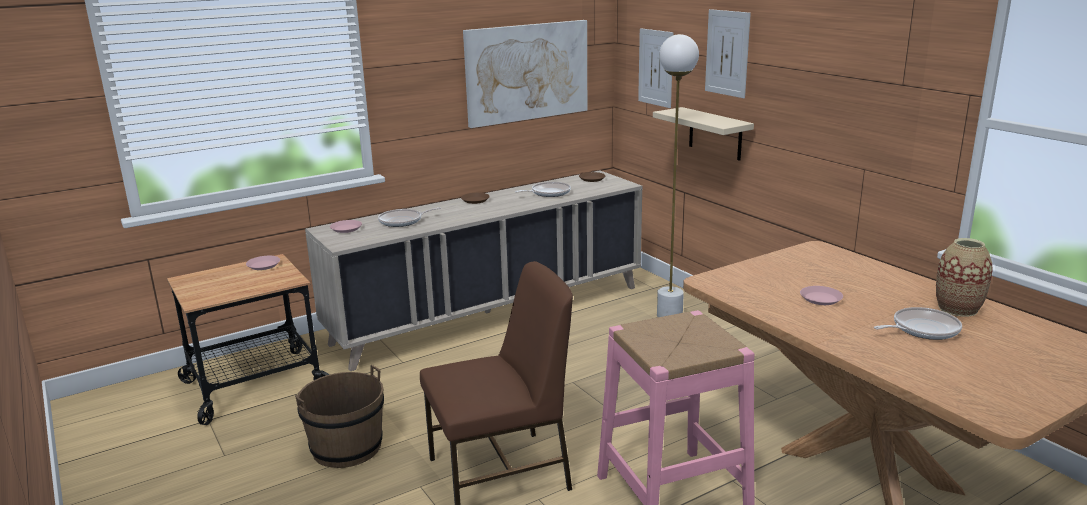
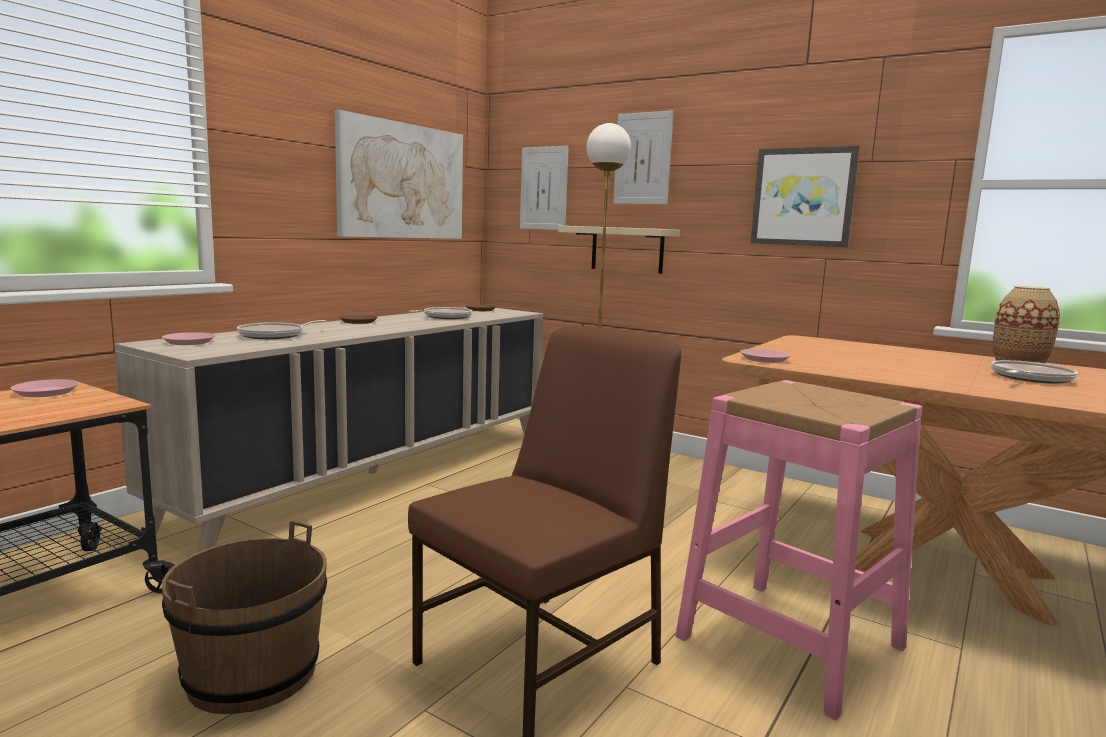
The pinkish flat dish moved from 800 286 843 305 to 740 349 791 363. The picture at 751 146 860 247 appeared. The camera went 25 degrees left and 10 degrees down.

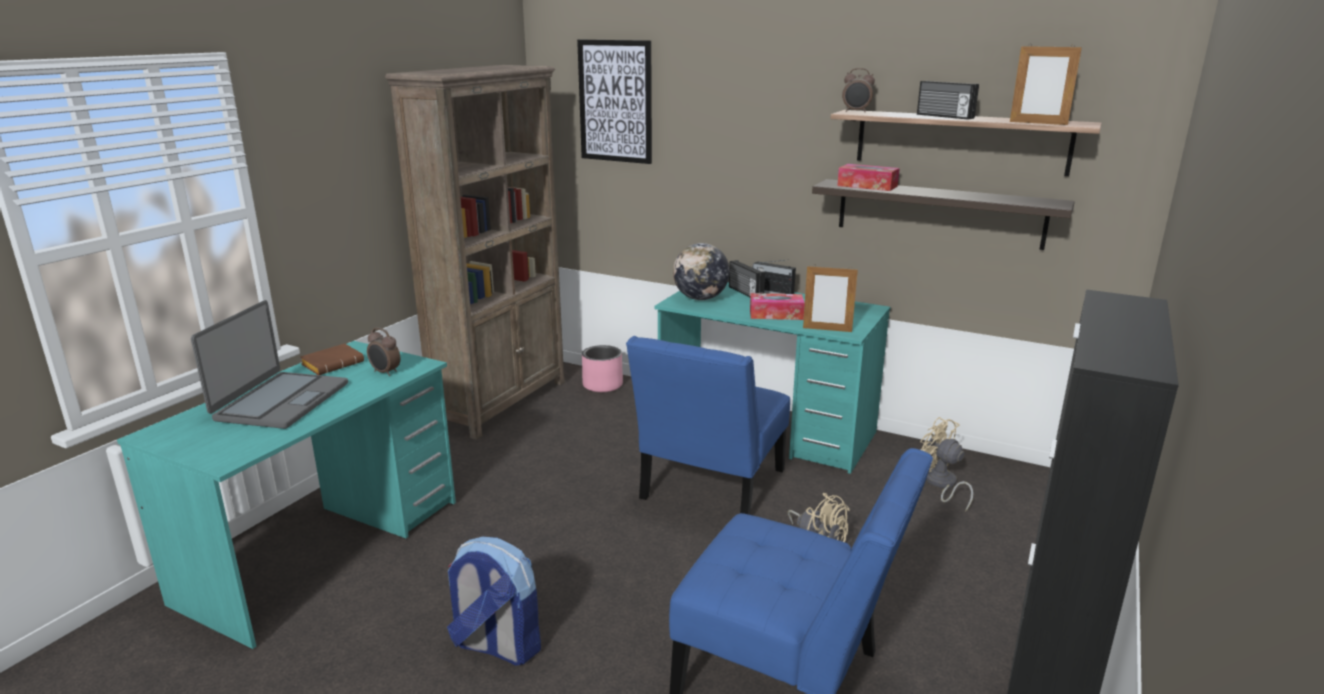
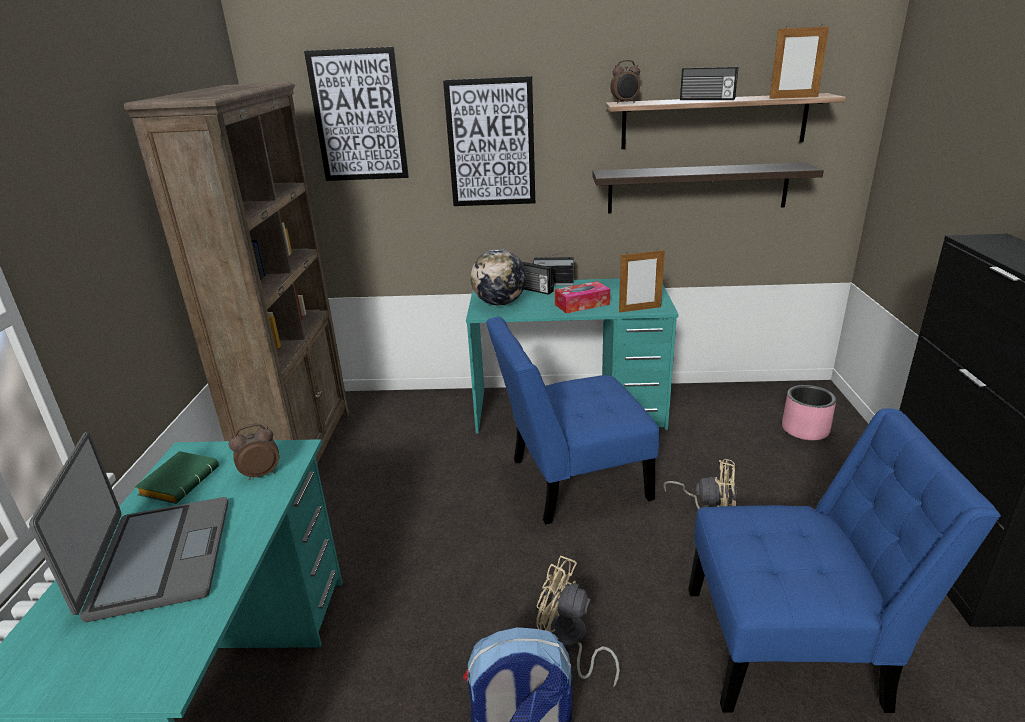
The brown-coloured book at 300 344 364 375 became the greenish book at 135 451 219 504. The table clock at 367 328 400 376 turned 150 degrees clockwise. The picture at 443 76 535 206 appeared. The blue chair at 626 336 790 515 turned 75 degrees clockwise. The beige fan moved from 920 417 973 512 to 536 556 620 687. The pinkish plant pot moved from 582 345 623 392 to 782 385 836 441. The tissue holder at 837 164 900 191 disappeared. The camera went 25 degrees left and 5 degrees up.

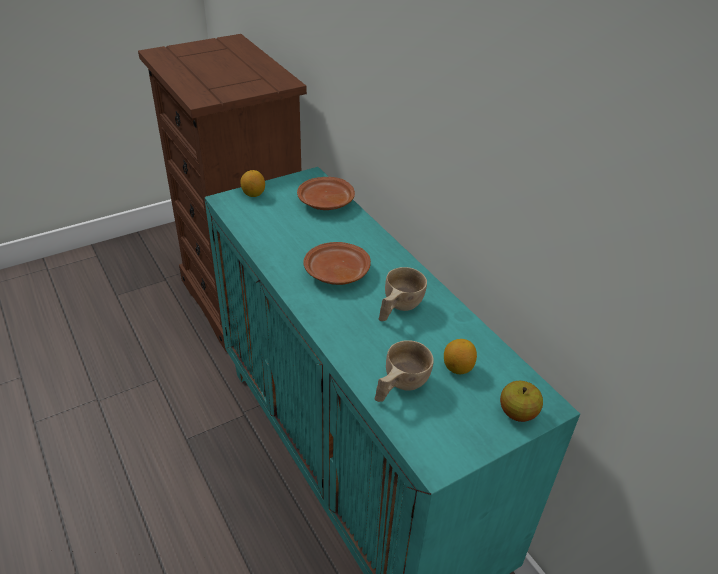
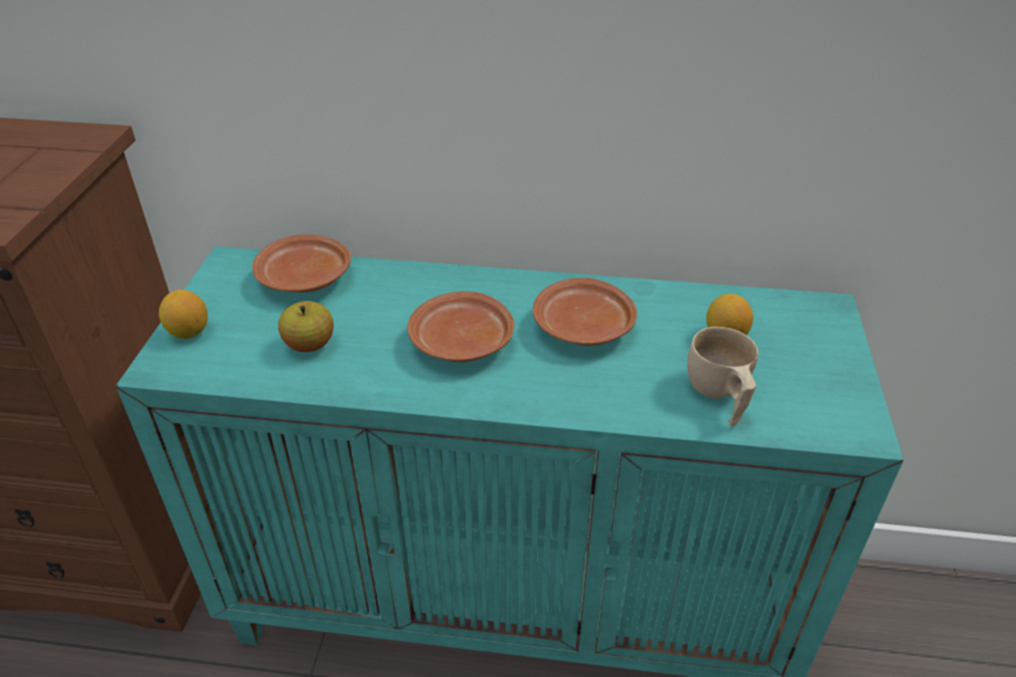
The apple moved from 500 381 543 422 to 278 301 334 352. The beige drinking cup at 379 267 427 321 was replaced by the brown-coloured flat dish at 533 278 637 346. The camera went 50 degrees left and 0 degrees up.

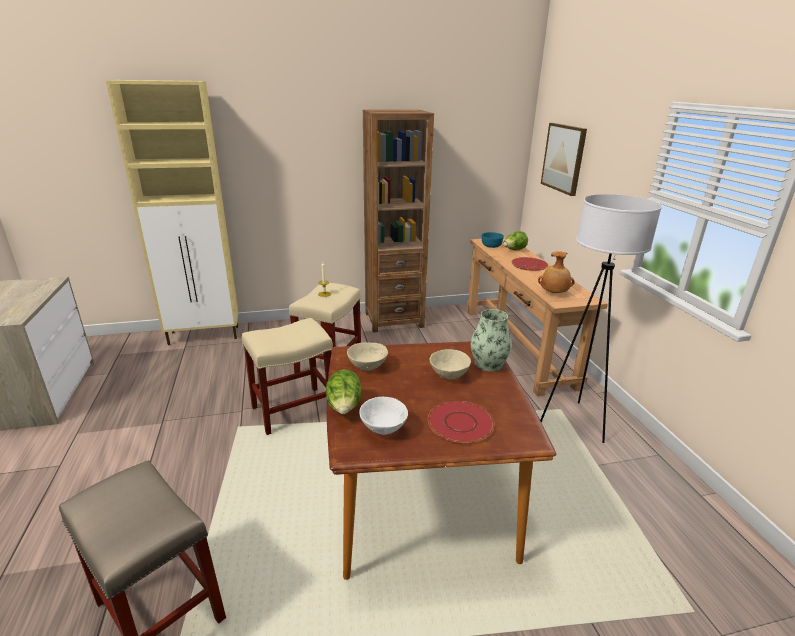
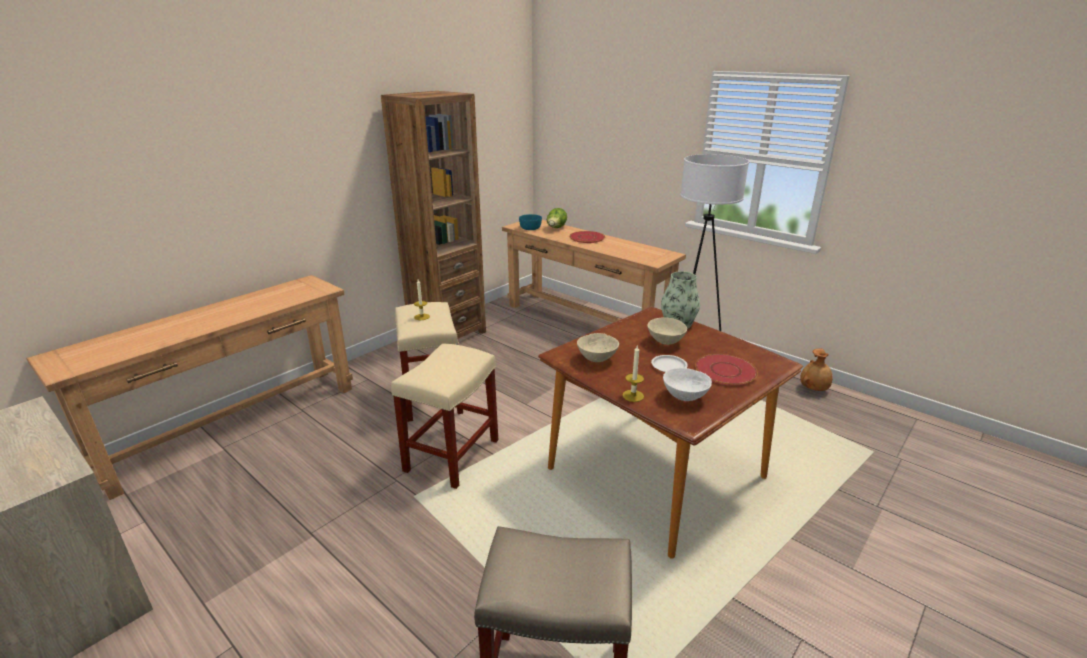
The beige cupboard at 106 80 238 345 was replaced by the brown-coloured hall table at 27 275 353 500. The head of lettuce at 326 369 362 414 was replaced by the wax candle at 622 345 644 402. The white flat dish at 651 355 688 372 appeared. The brown-coloured decorative vase moved from 538 251 575 293 to 800 349 832 391. The picture at 541 123 587 196 disappeared. The camera went 35 degrees left and 0 degrees up.

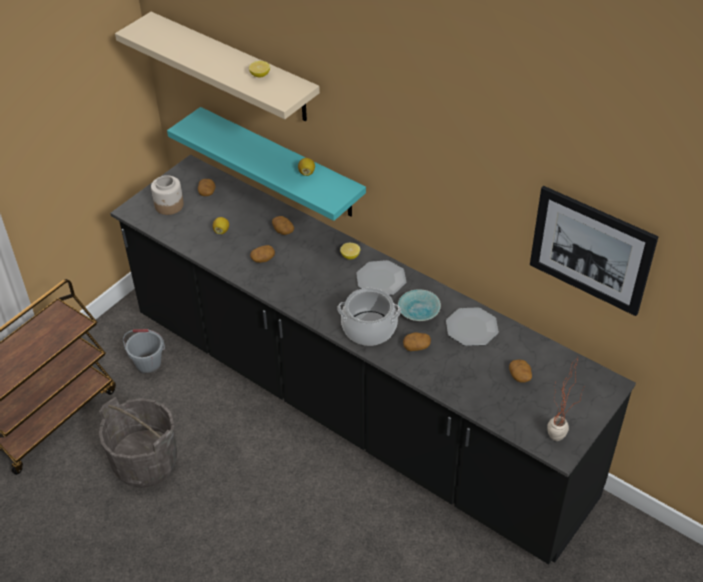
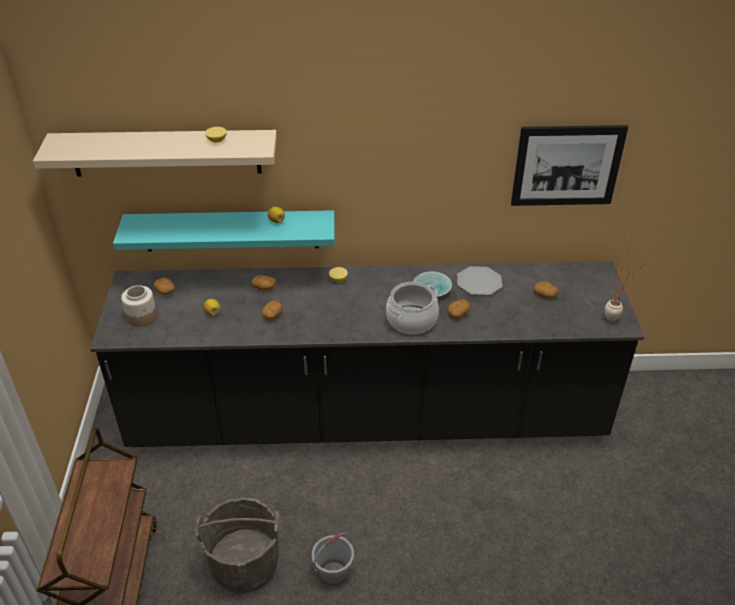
The greyish pail moved from 123 329 165 374 to 312 532 354 586. The flat dish at 356 260 406 295 disappeared. The camera went 40 degrees left and 5 degrees down.

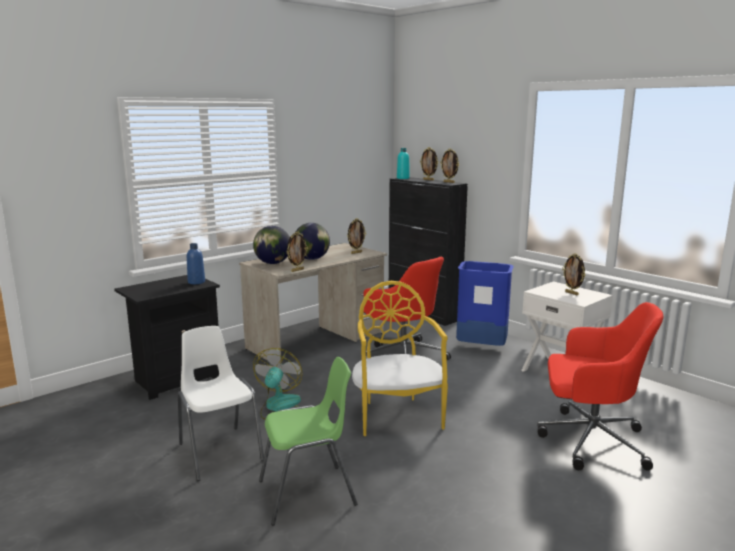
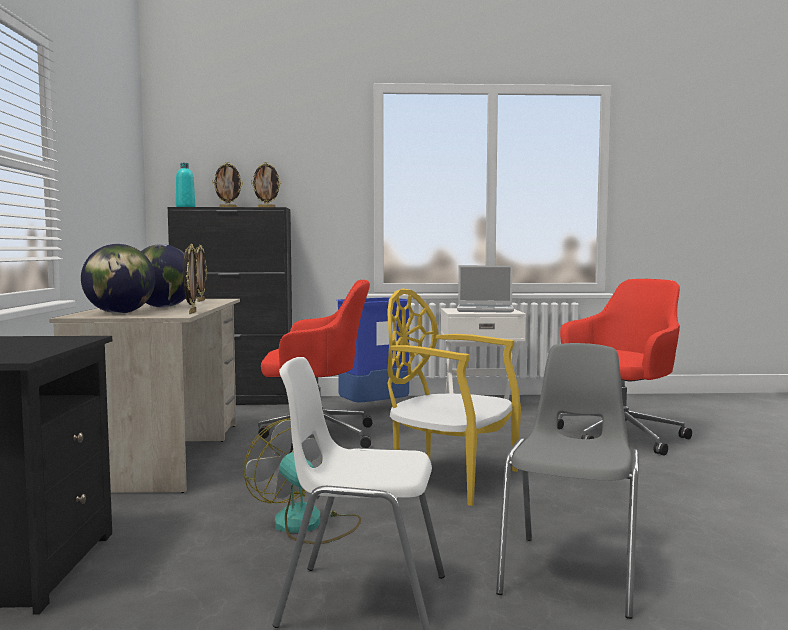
The picture frame at 562 253 585 295 was replaced by the portable computer at 457 265 514 313. The greenish chair at 259 357 358 525 became the greyish chair at 496 343 639 619. The blue beverage bottle at 187 243 205 284 disappeared. The camera went 50 degrees left and 10 degrees down.

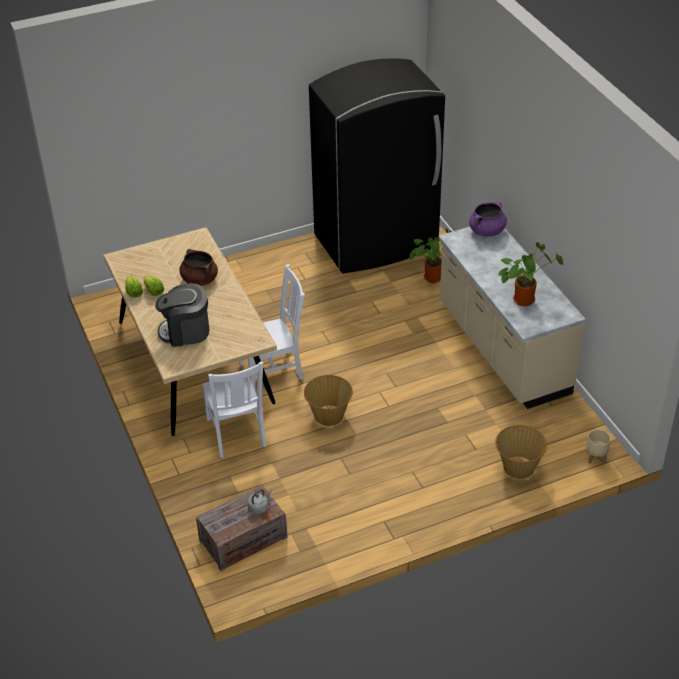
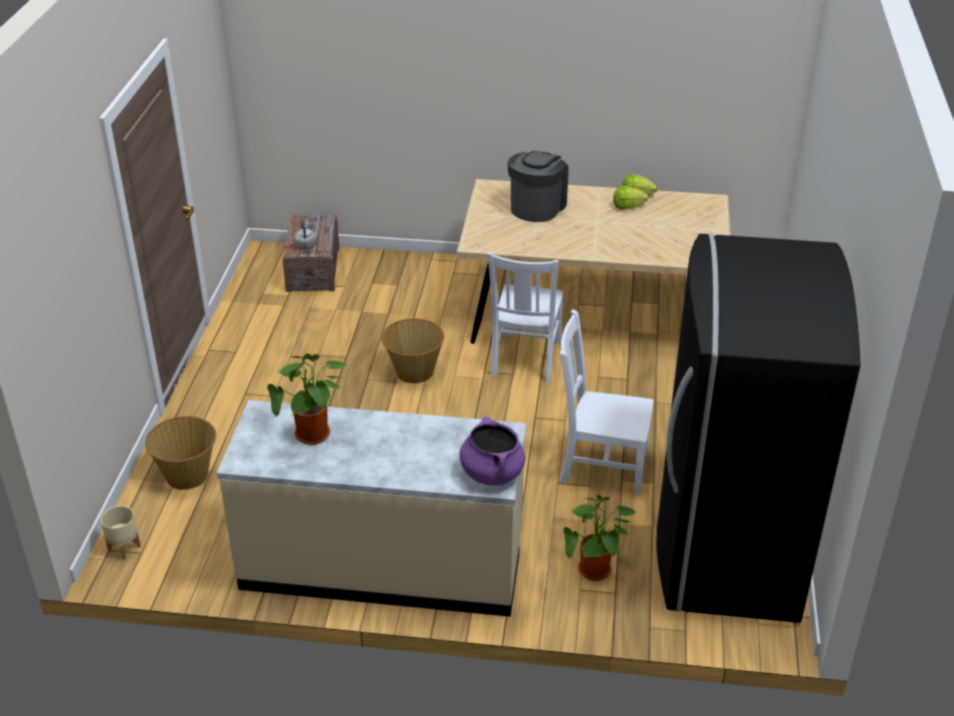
The white chair moved from 202 361 267 458 to 559 309 653 495. The brown-coloured stockpot at 179 249 218 286 disappeared. The camera went 120 degrees right and 5 degrees down.

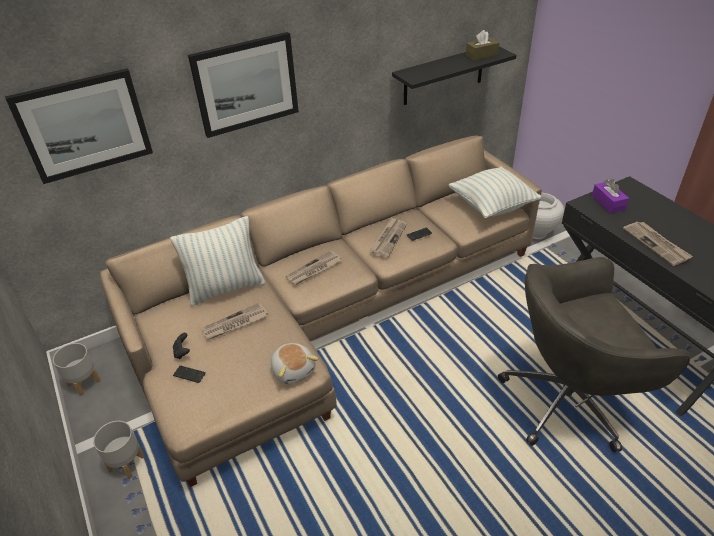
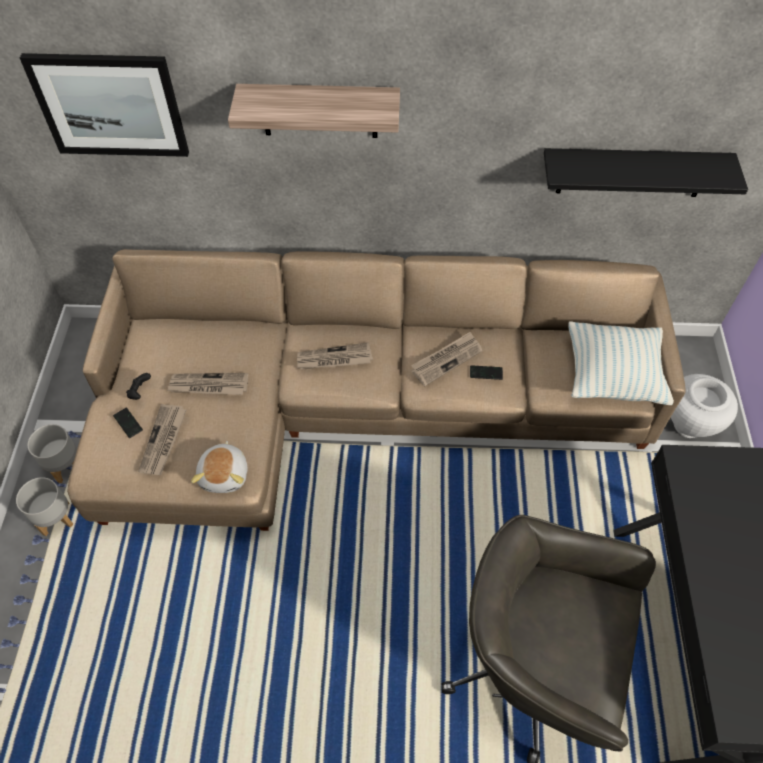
The greyish plant pot moved from 53 343 101 396 to 16 477 73 536. The newspaper moved from 623 222 693 266 to 138 404 187 475. The picture at 188 32 299 138 was replaced by the wall shelf at 228 84 400 138. The pillow at 170 216 265 306 disappeared. The brown-coloured tissue holder at 466 30 499 60 disappeared. The purplish tissue holder at 592 179 629 213 disappeared. The camera went 30 degrees right and 15 degrees up.

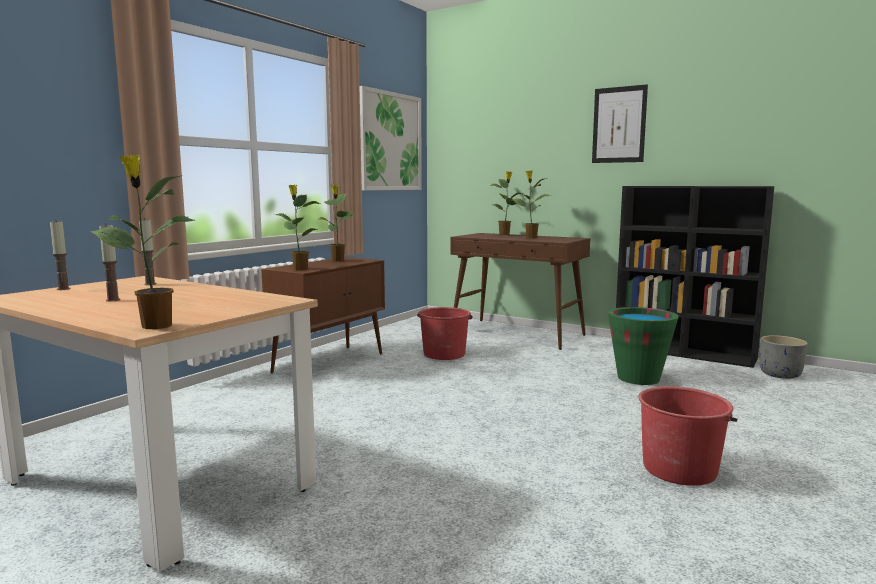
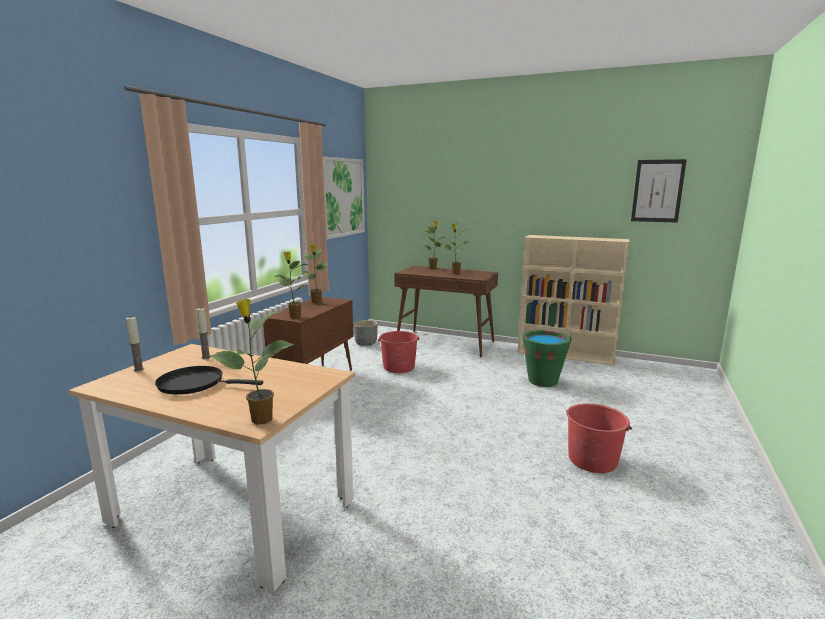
The wax candle at 99 223 121 302 was replaced by the blackish frying pan at 155 366 263 395. The greyish plant pot moved from 760 335 808 379 to 354 320 378 346. The blackish shelving unit at 616 186 774 368 became the beige shelving unit at 518 235 629 366. The picture moved from 592 84 648 163 to 631 159 687 223. The camera went 10 degrees left and 5 degrees up.

